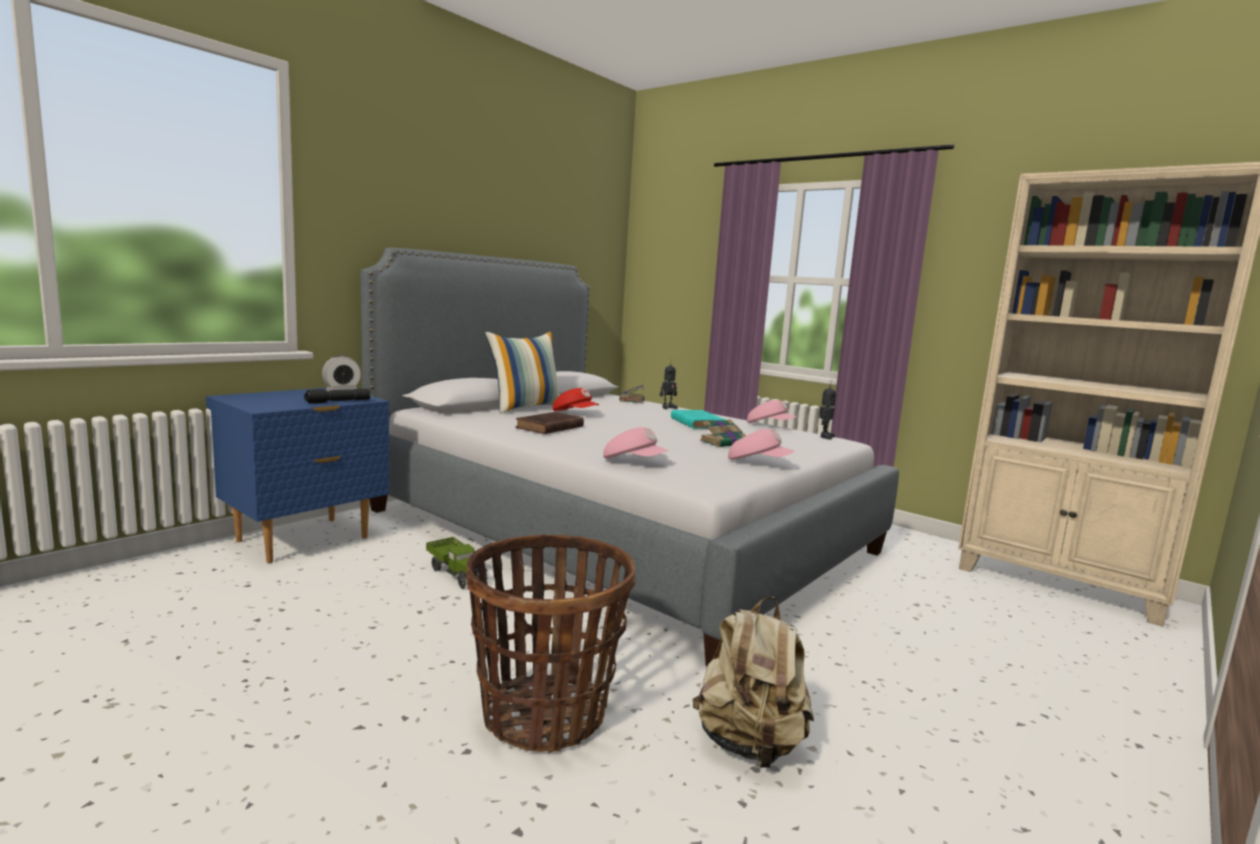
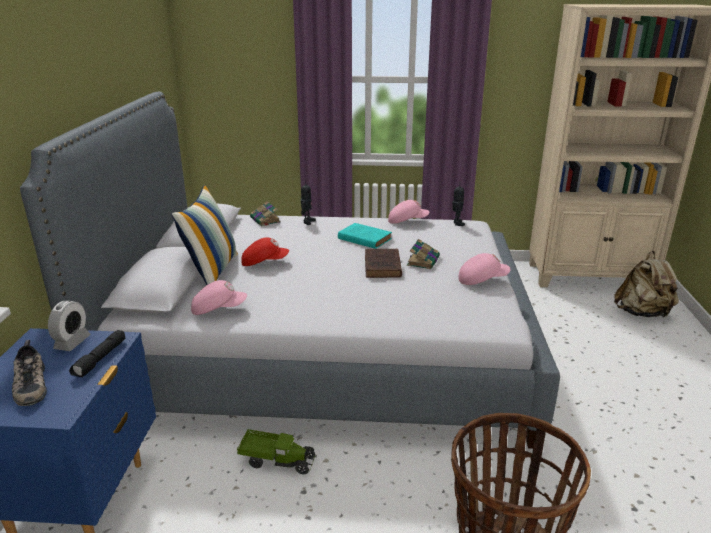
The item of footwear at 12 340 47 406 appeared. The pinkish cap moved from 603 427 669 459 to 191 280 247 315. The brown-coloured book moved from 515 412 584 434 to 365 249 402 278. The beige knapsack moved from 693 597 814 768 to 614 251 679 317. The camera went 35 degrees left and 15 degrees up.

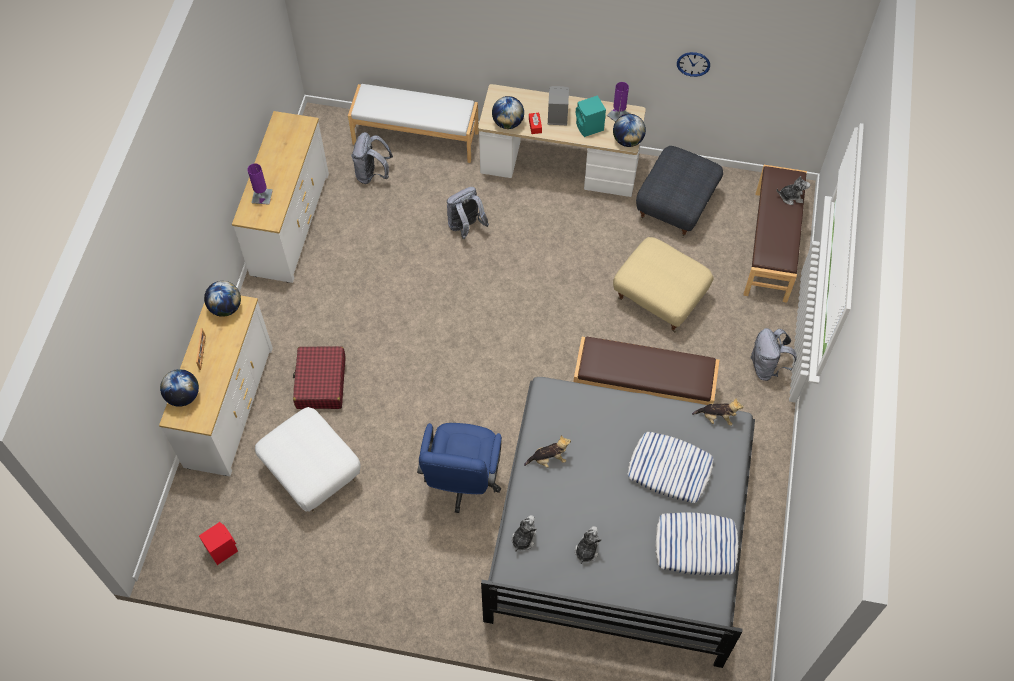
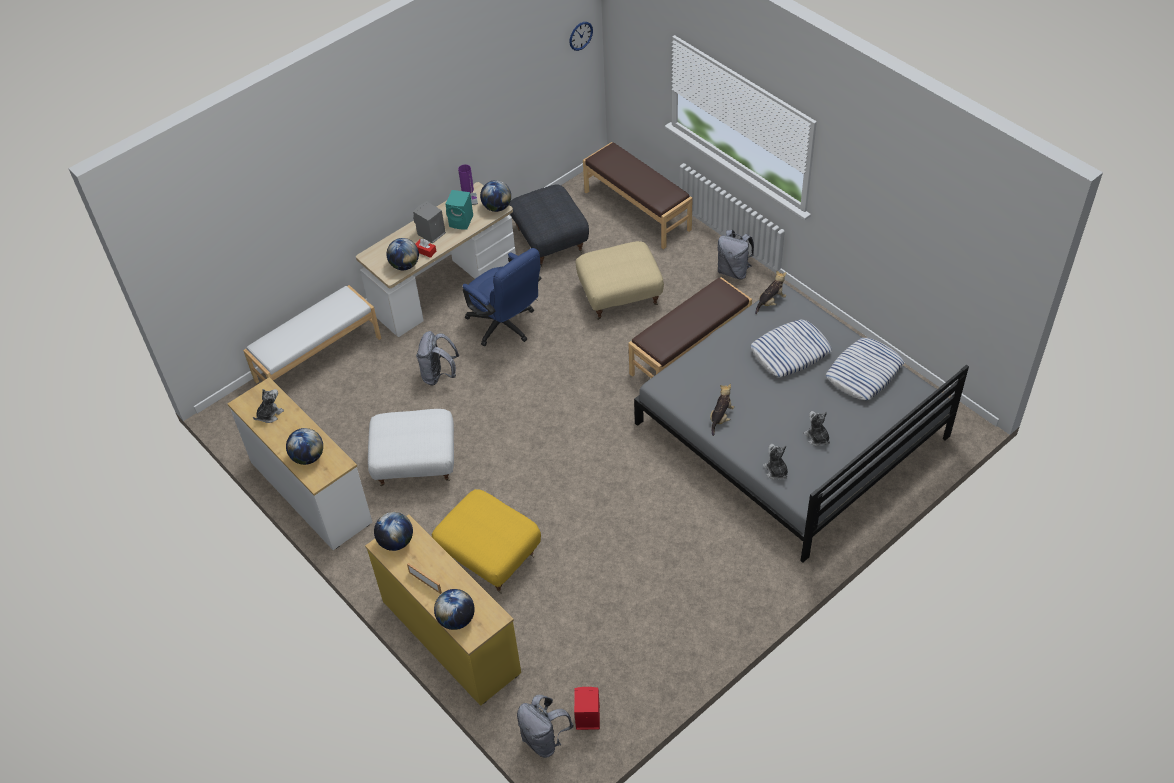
The soft toy moved from 776 176 810 205 to 253 389 284 423. The purplish lamp for a table at 247 163 273 205 was replaced by the globe at 286 428 323 465. The white chest of drawers at 159 296 273 476 became the yellowish chest of drawers at 365 514 521 706. The white ottoman moved from 255 407 360 513 to 368 409 454 486. The red suitcase at 293 346 346 409 was replaced by the yellowish ottoman at 432 489 541 594. The blue office chair moved from 417 423 502 513 to 463 248 541 346. The greyish knapsack moved from 351 132 393 184 to 517 695 574 758. The hanging clock moved from 677 52 710 77 to 569 22 593 51. The camera went 50 degrees left and 10 degrees down.

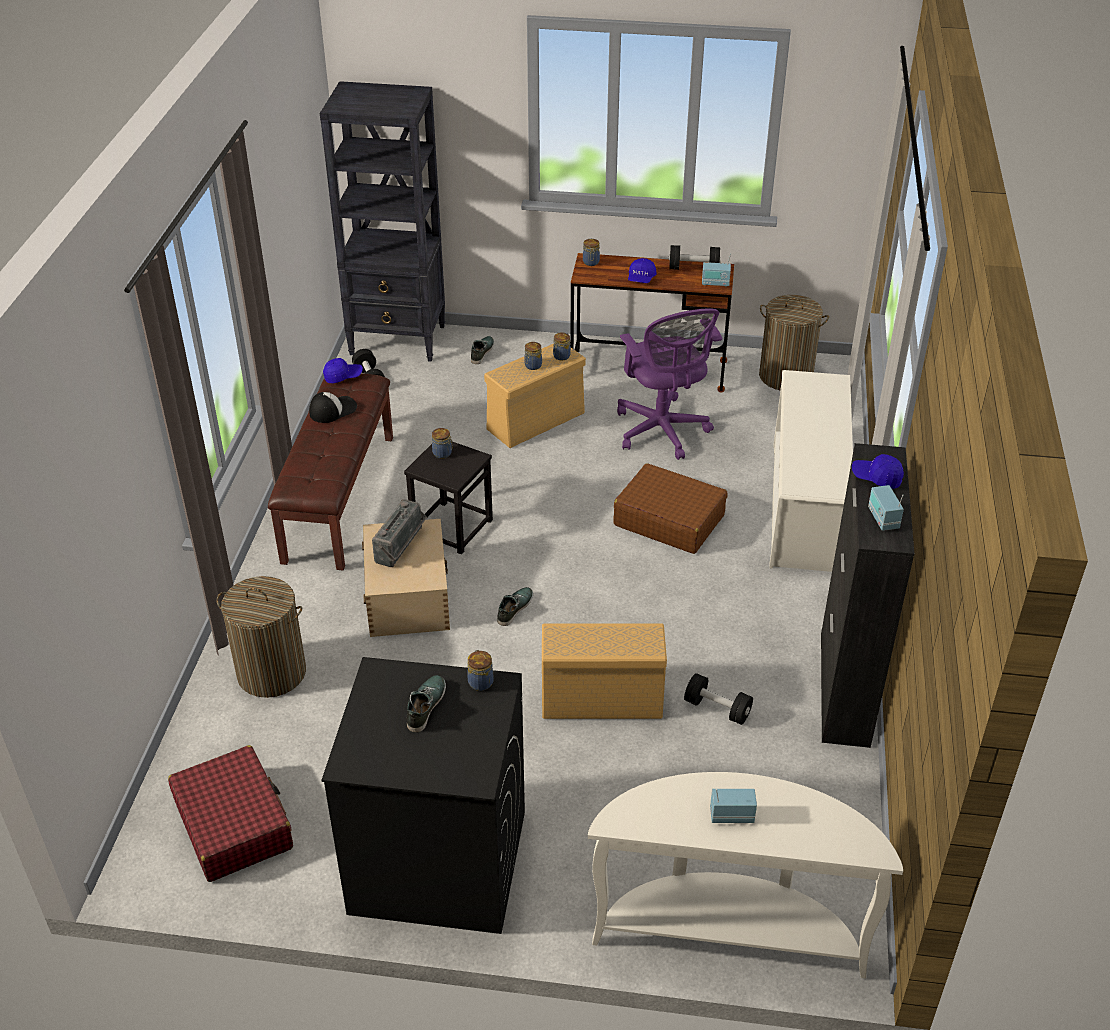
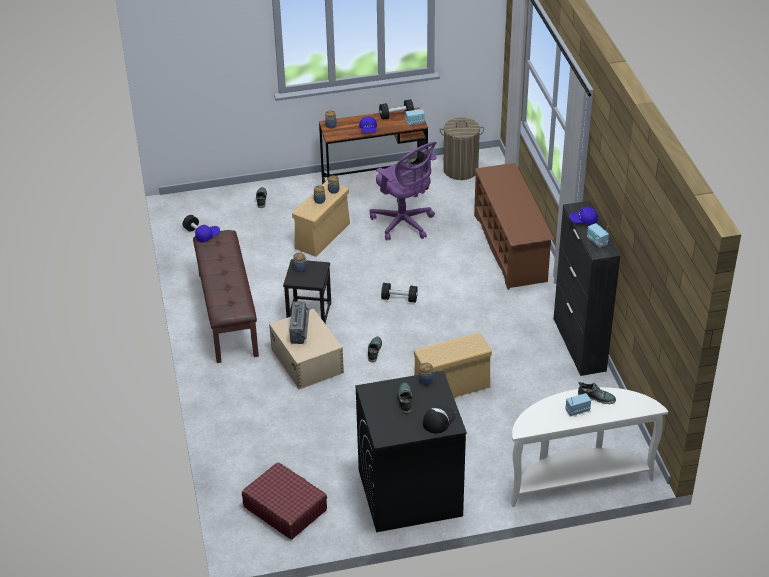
The blackish hand weight moved from 684 673 753 725 to 381 283 418 303. The cap moved from 309 392 357 423 to 423 405 456 433. The white shoe stand at 769 370 853 572 became the brown-coloured shoe stand at 474 163 554 290. The item of footwear at 578 381 616 404 appeared. The hamper at 217 576 306 698 disappeared. The blackish shelving unit at 320 81 445 362 disappeared. The brown-coloured suitcase at 613 463 727 554 disappeared. The camera went 20 degrees left and 0 degrees up.

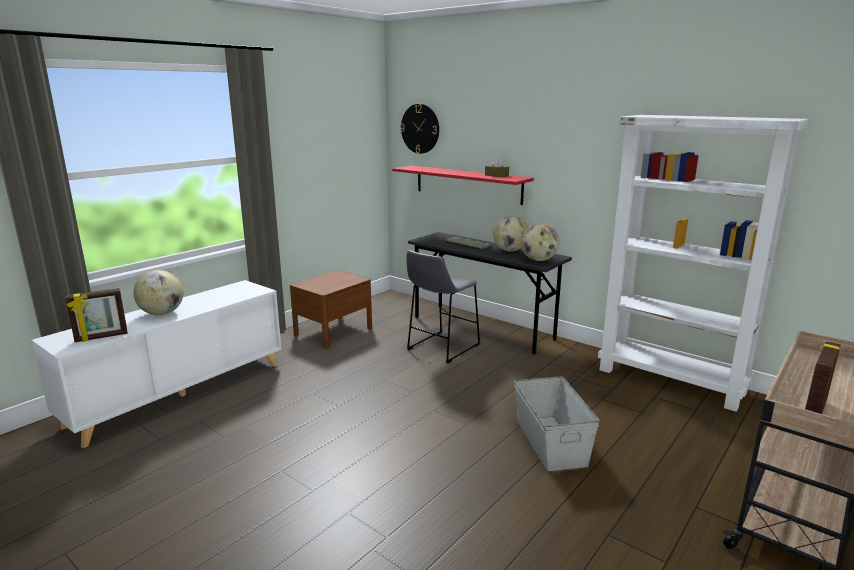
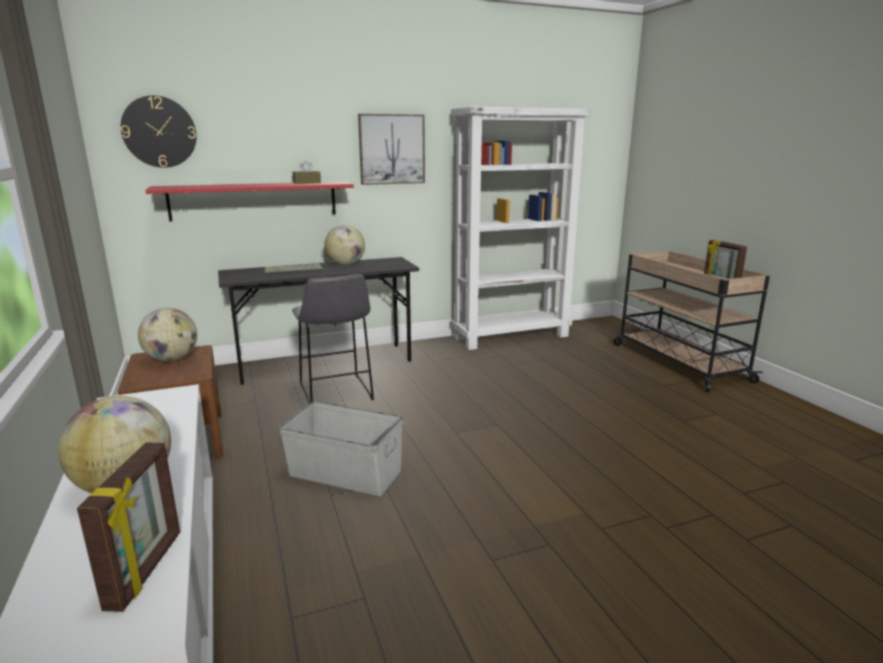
The globe moved from 521 223 559 261 to 138 308 197 361. The greyish storage bin moved from 514 376 600 471 to 279 401 403 496. The picture at 358 114 425 185 appeared. The camera went 60 degrees left and 0 degrees up.

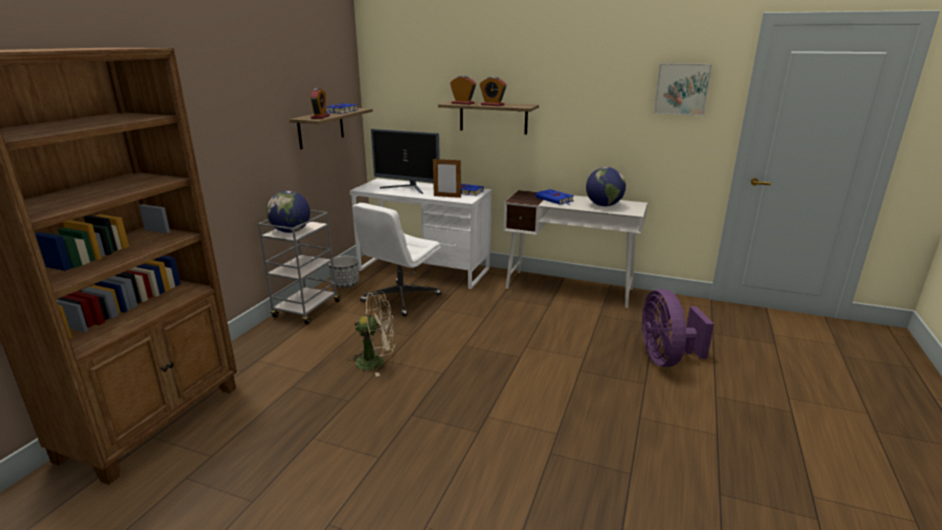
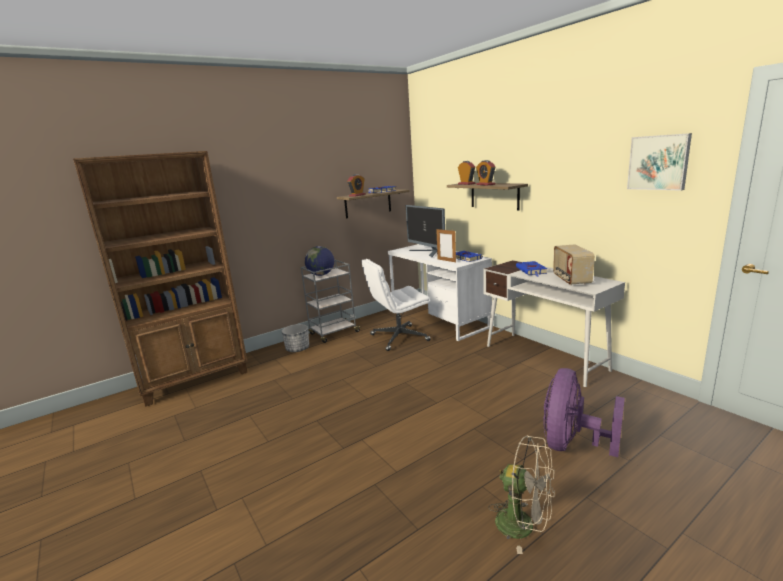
The plant pot moved from 328 255 359 288 to 281 324 309 352. The beige fan moved from 348 292 395 377 to 488 435 555 554. The globe at 586 167 626 206 was replaced by the radio set at 553 245 595 286. The camera went 35 degrees right and 5 degrees down.

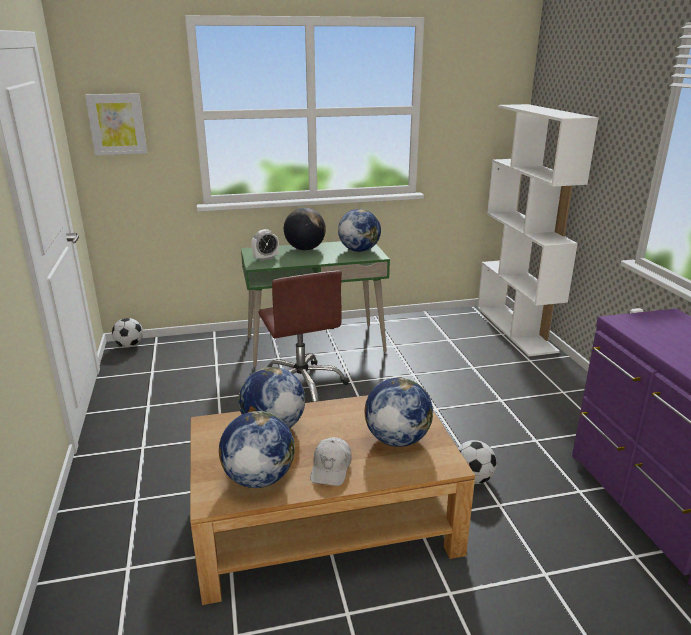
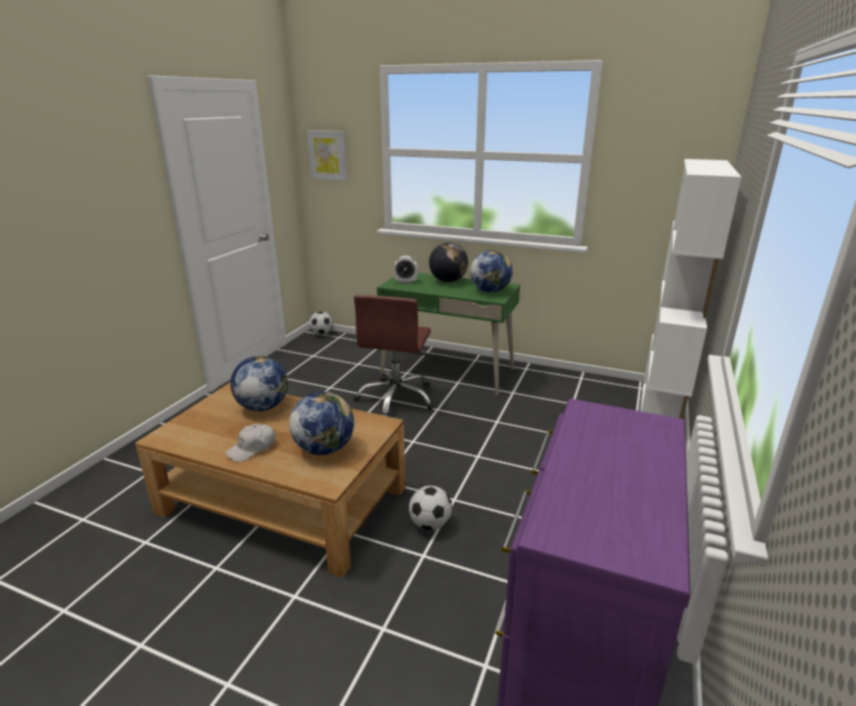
The globe at 219 411 295 488 disappeared. The camera went 35 degrees right and 0 degrees up.

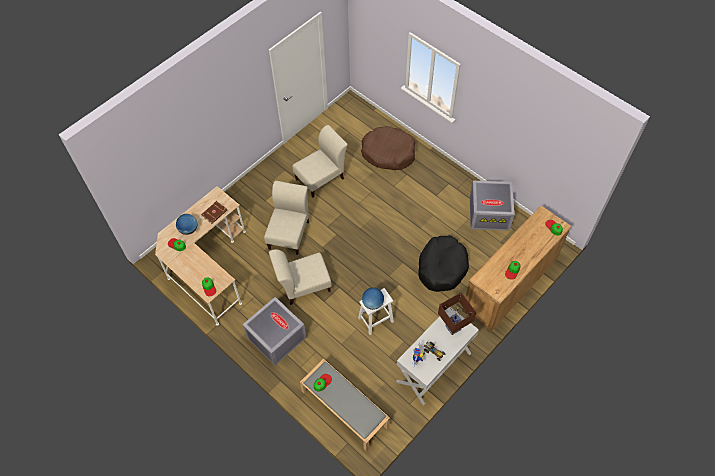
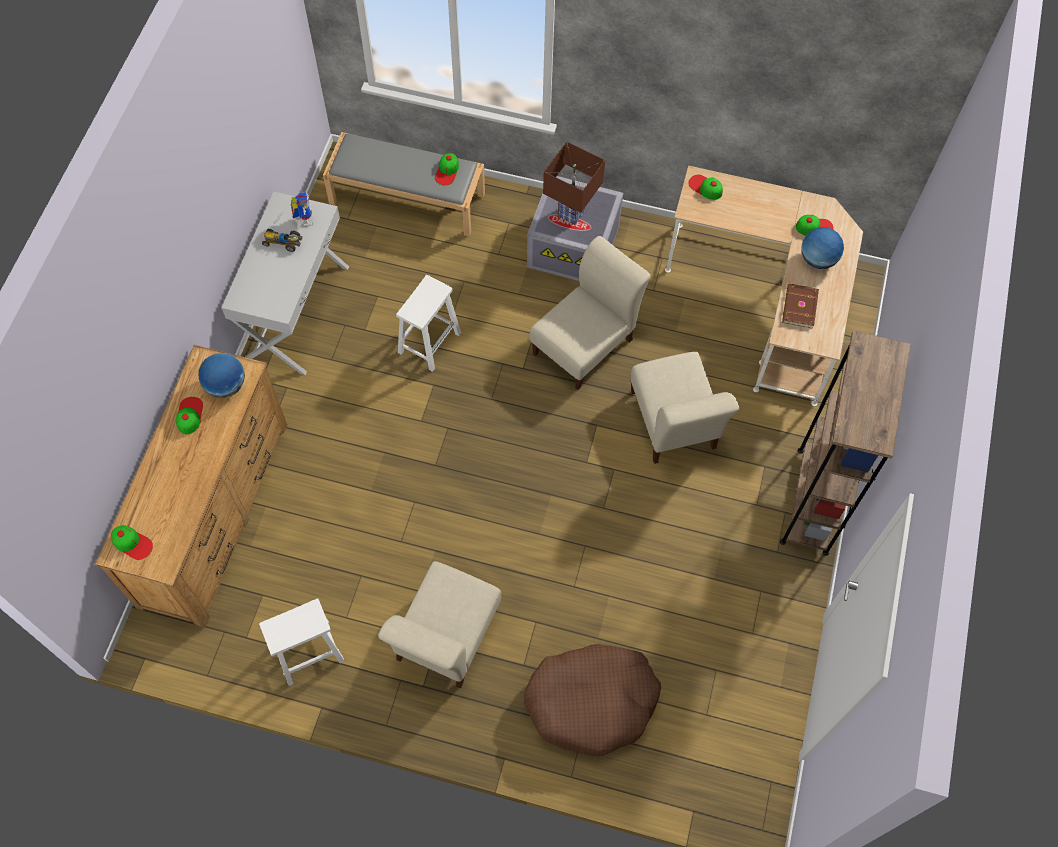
The globe moved from 362 287 384 310 to 198 353 245 398. The greyish storage bin at 470 181 515 231 was replaced by the white stool seat at 259 599 345 686. The beige chair moved from 292 125 348 198 to 378 561 501 688. The brown-coloured lamp for a table moved from 438 293 476 335 to 543 142 605 225. The brown-coloured shelving unit at 780 330 910 556 appeared. The blackish dog cushion at 418 235 469 292 disappeared. The camera went 150 degrees right and 5 degrees up.

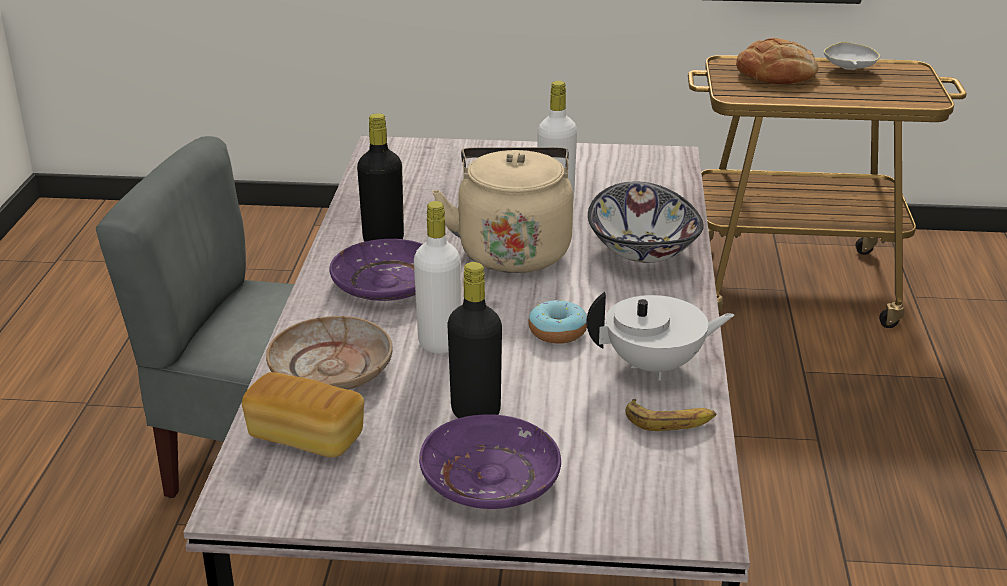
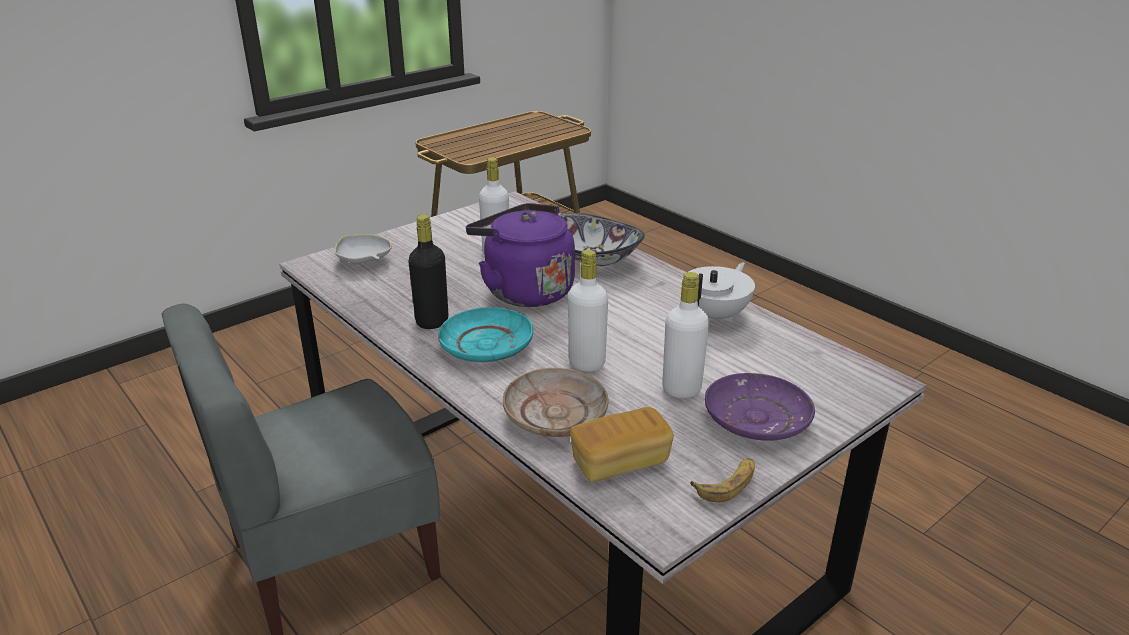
The white serving bowl moved from 824 42 880 70 to 335 234 392 264. The purplish flat dish at 329 239 422 301 became the turquoise flat dish at 438 307 533 362. The beige kettle at 432 147 573 273 became the purplish kettle at 466 203 575 307. The blackish beverage bottle at 447 262 502 418 became the white beverage bottle at 662 272 709 398. The whole banana moved from 625 399 716 431 to 691 458 755 502. The doughnut at 528 300 587 344 disappeared. The bakery bread at 736 38 819 84 disappeared. The camera went 45 degrees left and 0 degrees up.

